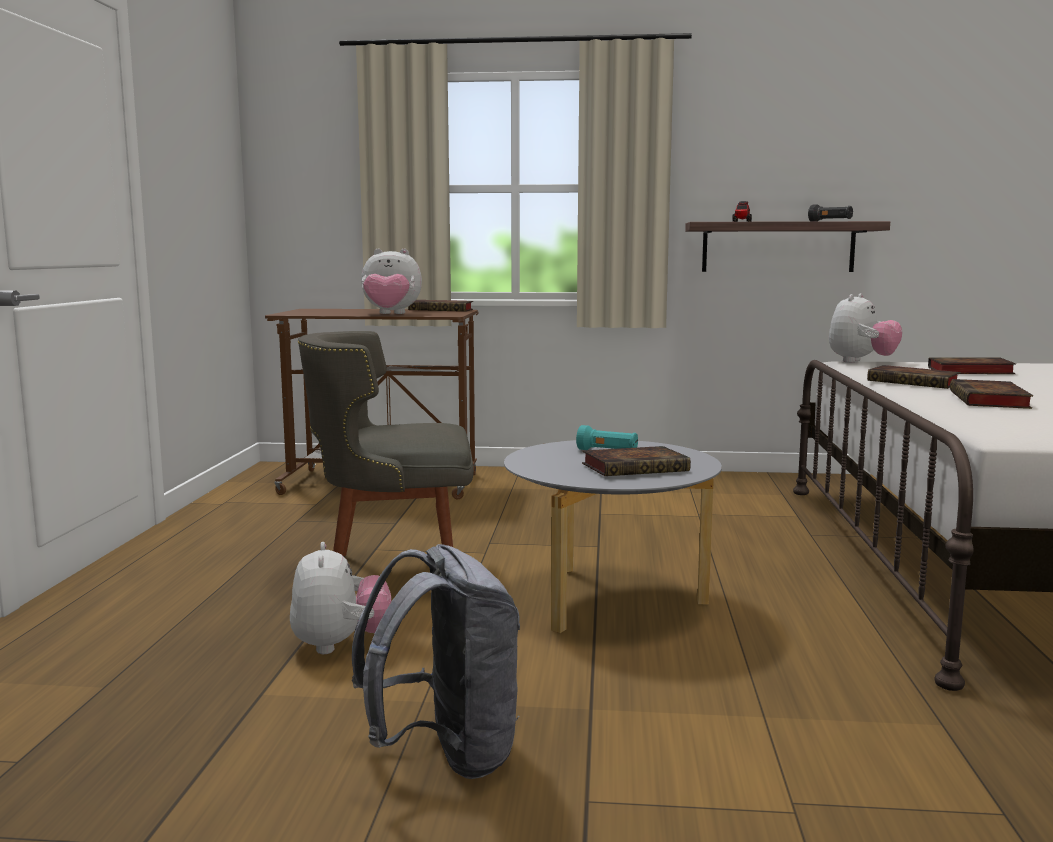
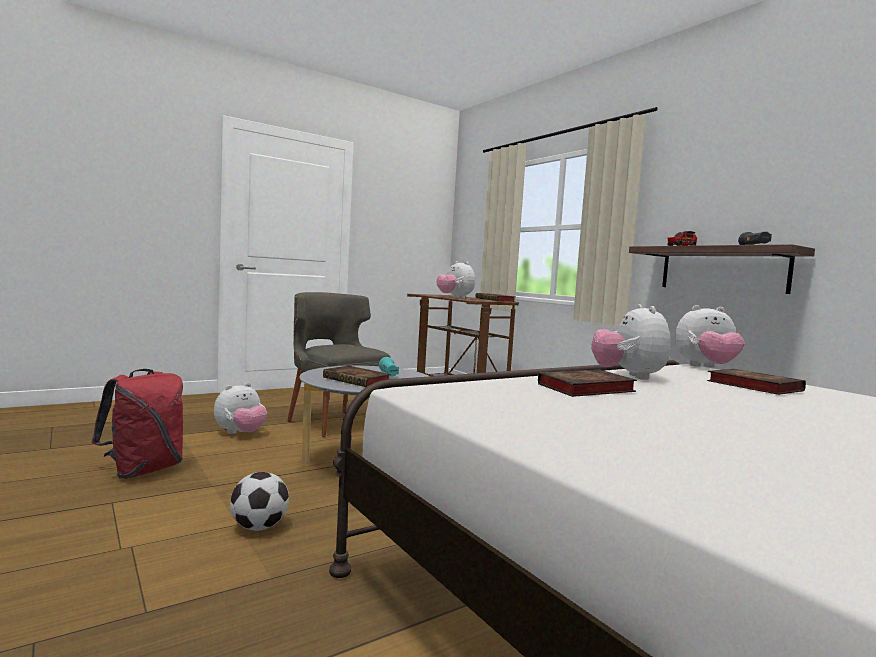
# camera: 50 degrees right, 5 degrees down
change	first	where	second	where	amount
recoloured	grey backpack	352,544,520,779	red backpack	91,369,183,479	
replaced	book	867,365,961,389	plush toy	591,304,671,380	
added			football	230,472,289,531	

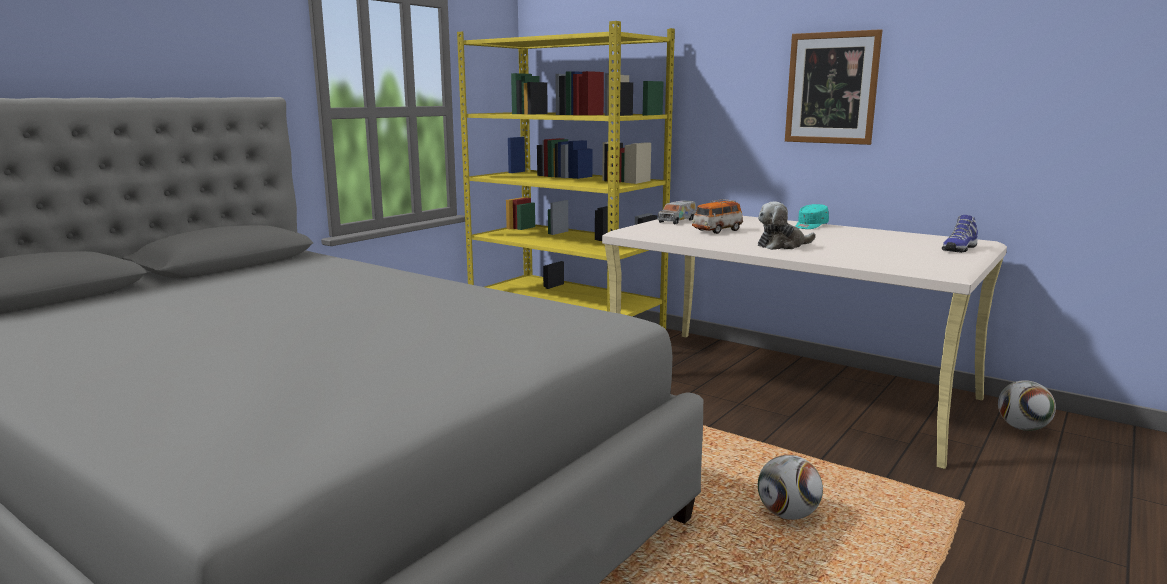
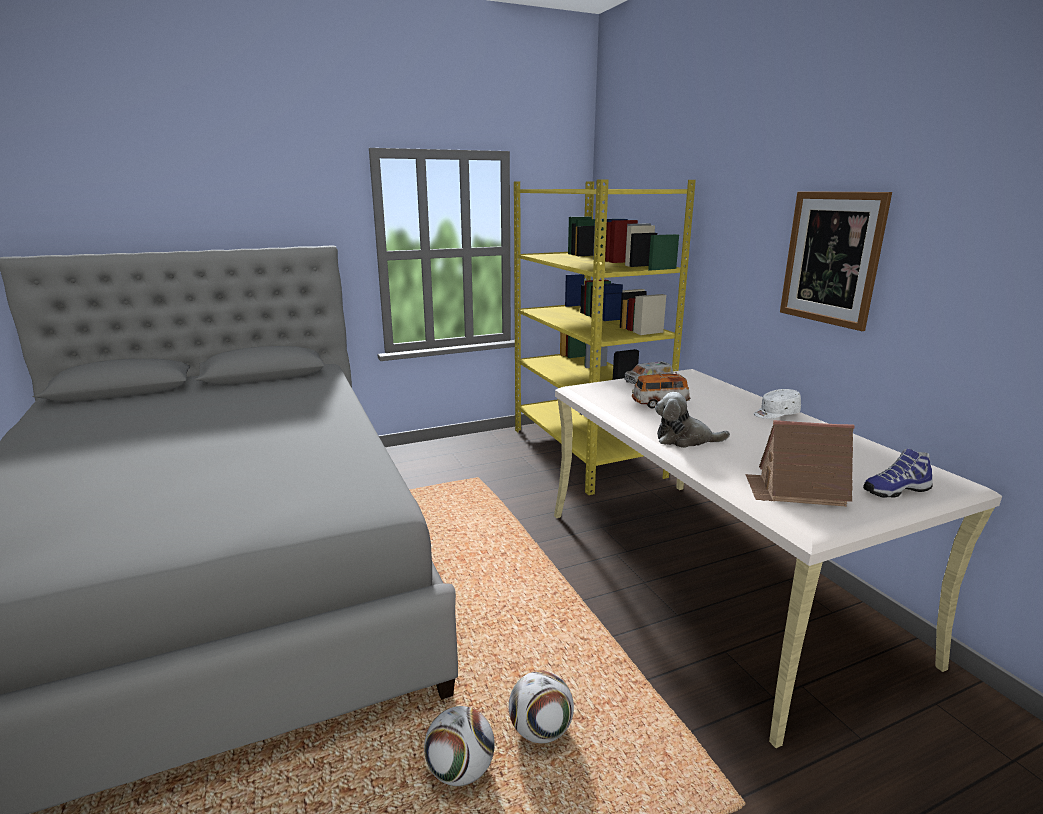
# camera: 30 degrees right, 5 degrees up
change	first	where	second	where	amount
recoloured	turquoise cap	796,204,829,229	white cap	754,389,801,419	
moved	football	998,380,1056,431		424,706,495,786	
added			toy house	745,420,855,507	

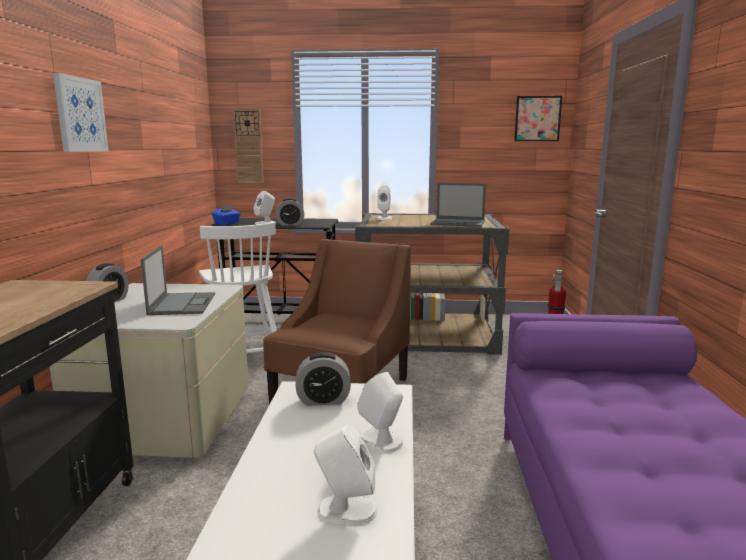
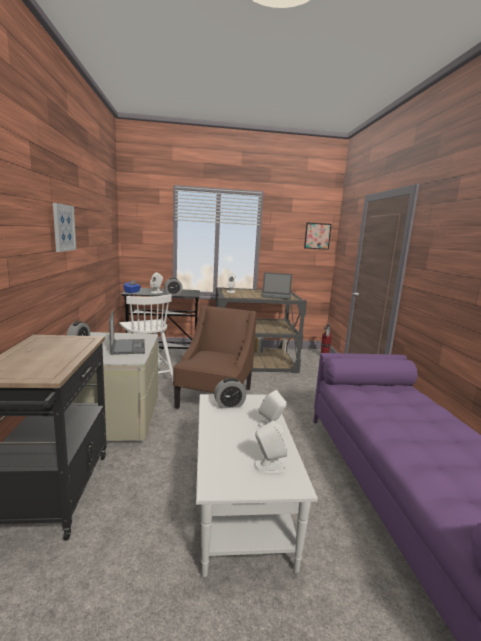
# camera: 10 degrees left, 0 degrees up
change	first	where	second	where	amount
removed	wall clock	233,109,264,183			

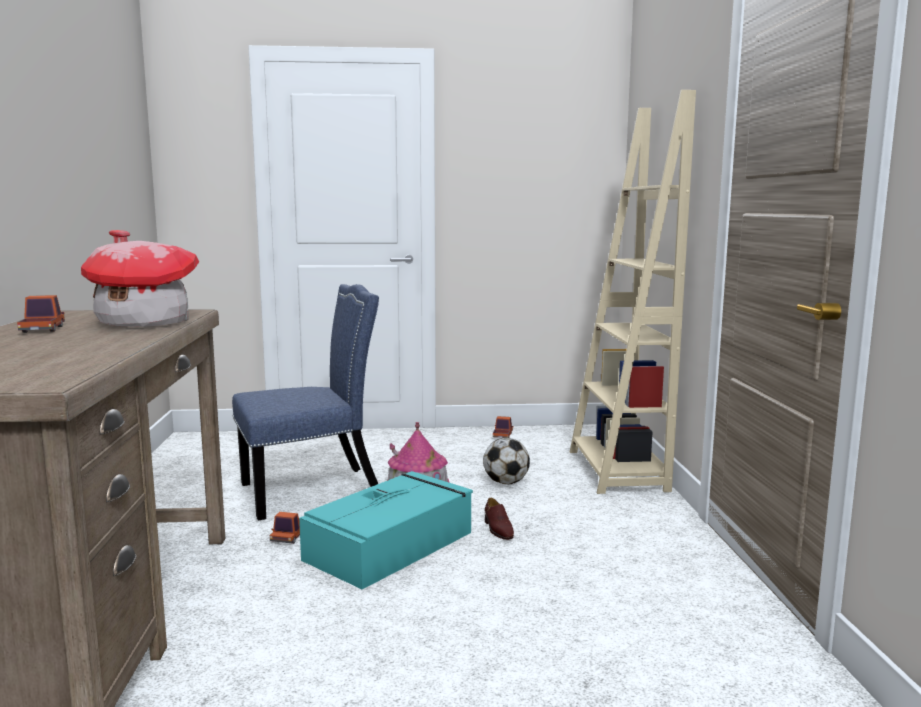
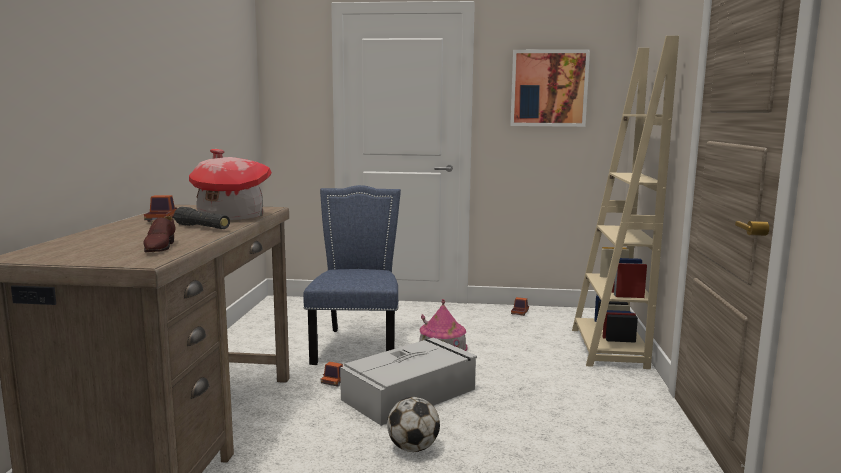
# camera: 10 degrees right, 0 degrees up
change	first	where	second	where	amount
turned	blue chair	232,284,379,520		303,185,401,365	75 degrees counterclockwise
recoloured	turquoise storage box	299,471,473,589	grey storage box	340,337,477,426	
moved	football	483,438,530,484		387,397,440,452	
moved	brown shoe	485,498,514,540		143,216,175,252	
added			black flashlight	174,207,230,229	
added			picture	510,50,590,127	

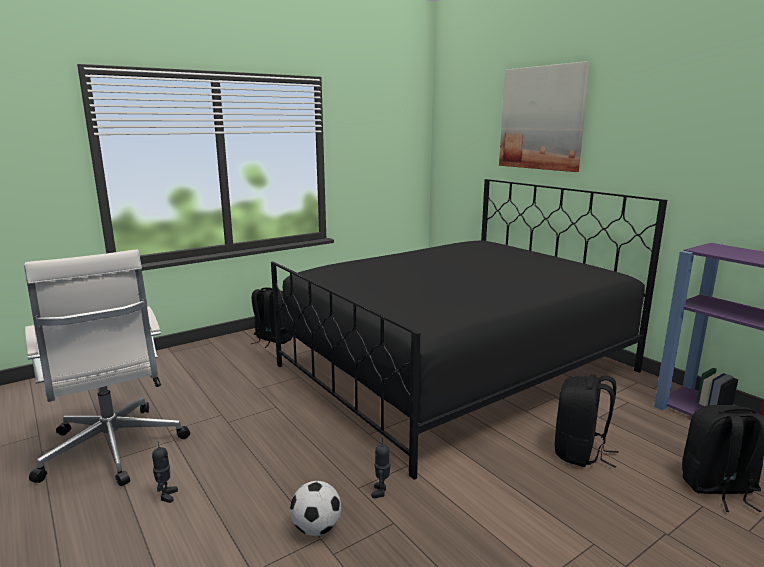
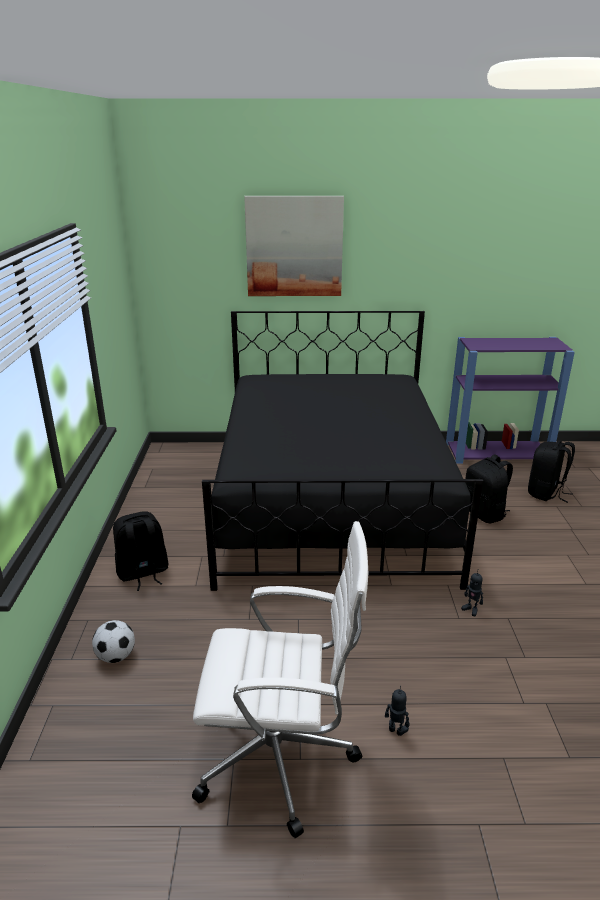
# camera: 55 degrees left, 10 degrees up
change	first	where	second	where	amount
moved	football	290,481,341,536		92,620,135,663	

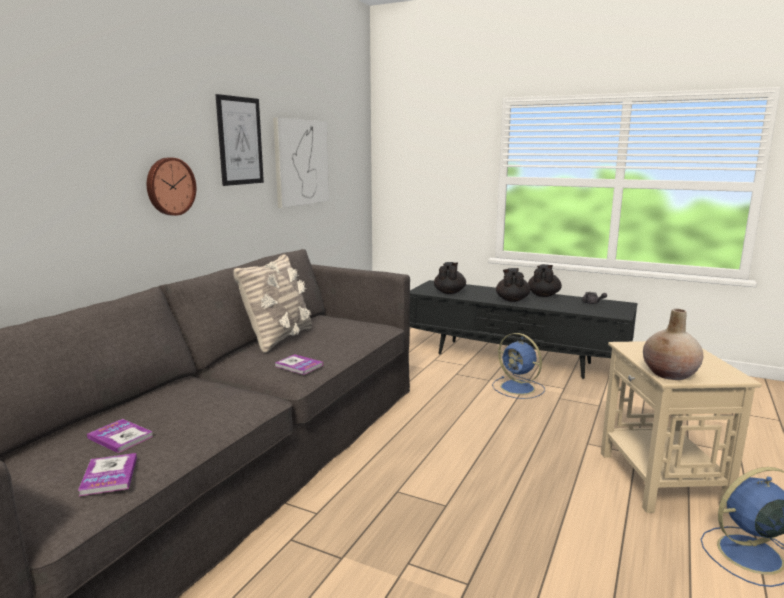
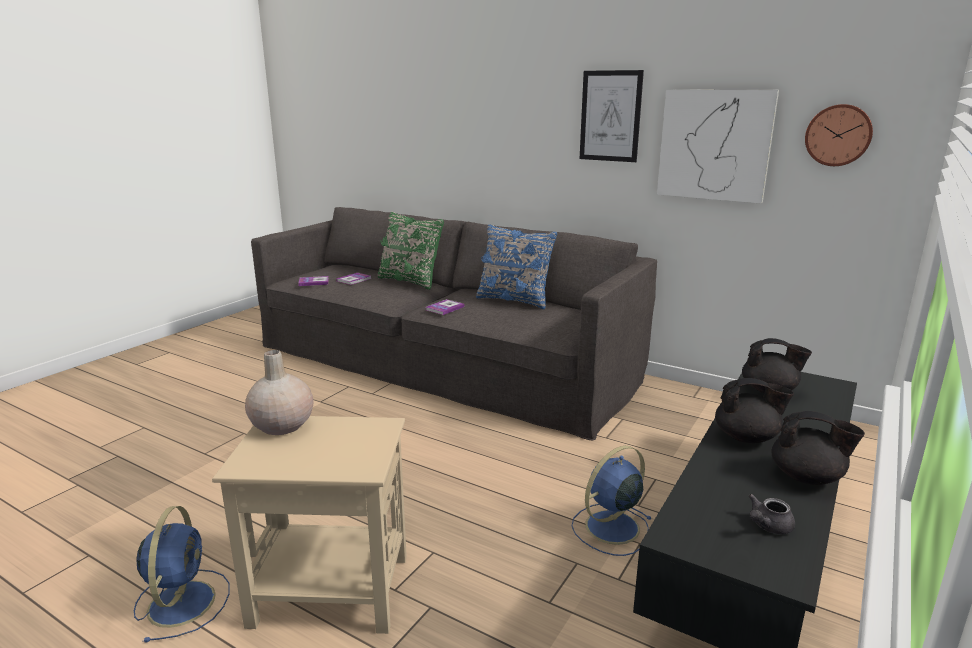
# camera: 95 degrees right, 5 degrees up
change	first	where	second	where	amount
moved	wall clock	147,158,196,216		805,104,873,166	
recoloured	beige pillow	233,254,312,353	blue pillow	476,224,557,309	
added			green pillow	378,212,444,290	

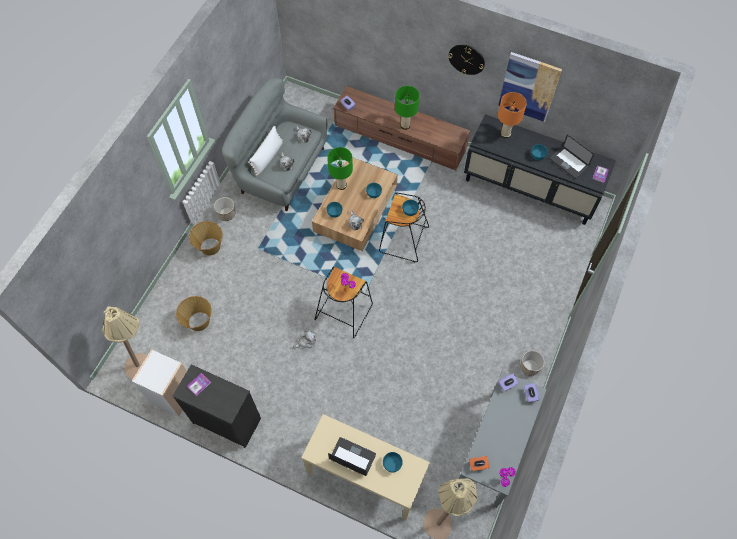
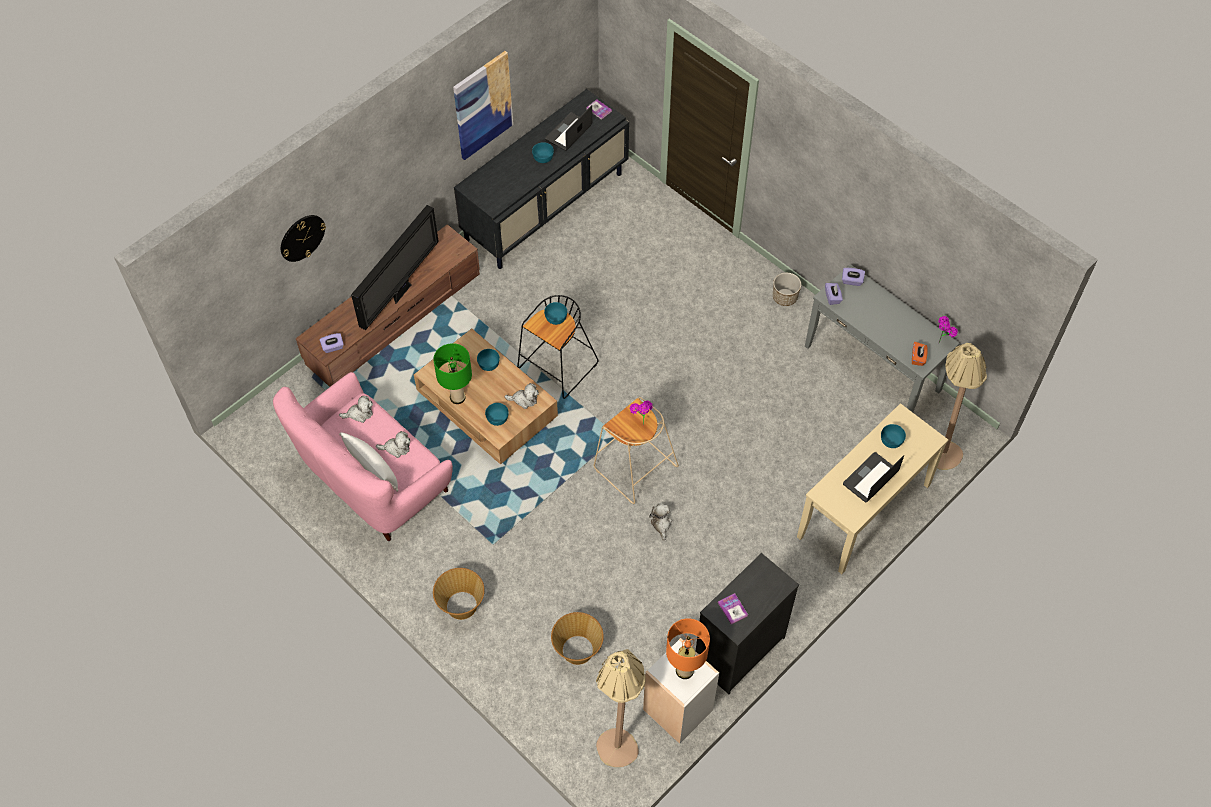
# camera: 70 degrees left, 5 degrees down
change	first	where	second	where	amount
removed	planter	214,197,235,221			
recoloured	grey sofa	222,78,327,211	pink sofa	273,372,453,541	
recoloured	black stool	314,267,373,338	beige stool	594,397,679,504	
replaced	green table lamp	395,86,420,130	television	351,205,439,330	
moved	wall clock	448,45,485,75		281,215,326,262	
moved	orange table lamp	498,92,527,138		666,618,710,679	
turned	laptop	550,135,594,179		545,105,592,151	150 degrees clockwise

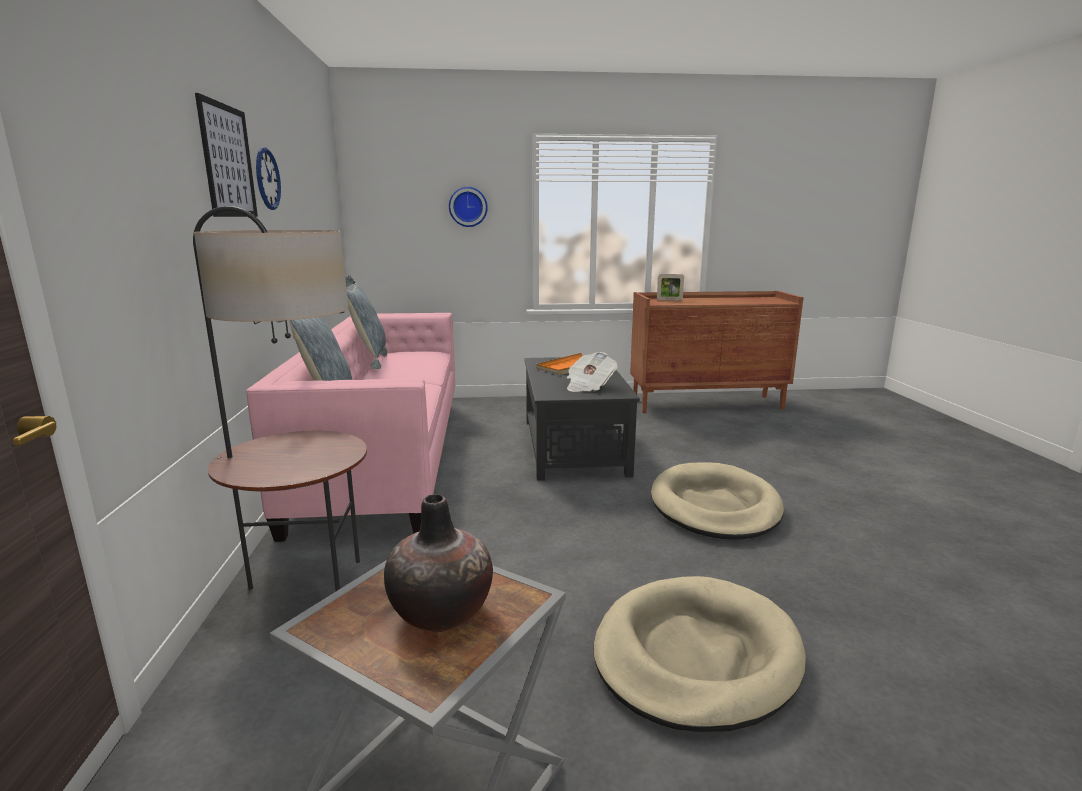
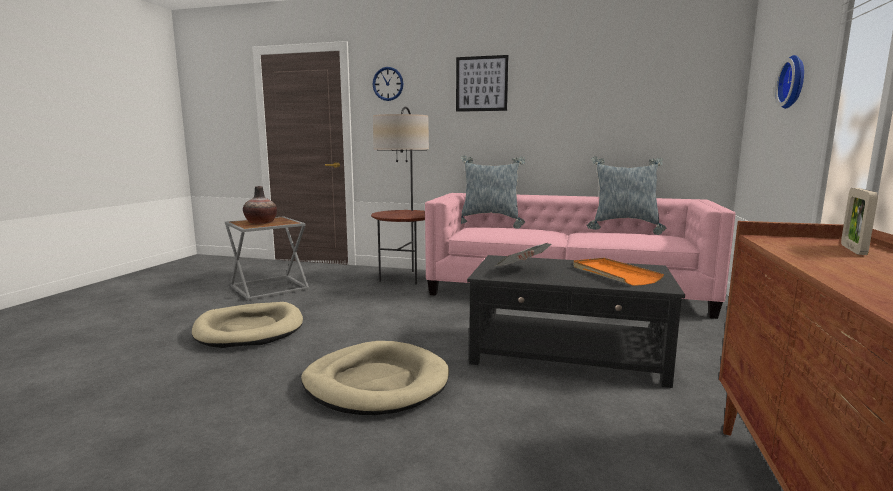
# camera: 110 degrees right, 5 degrees down
change	first	where	second	where	amount
moved	wall clock	256,147,281,210		373,67,404,101	

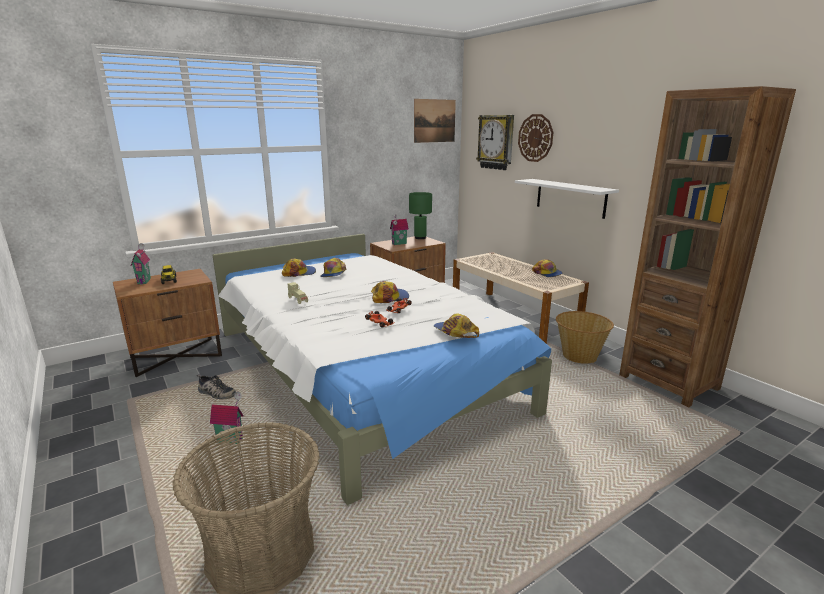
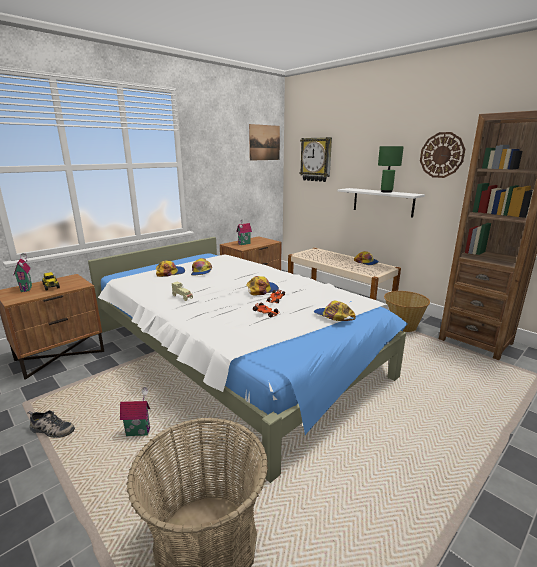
# camera: 10 degrees left, 0 degrees up
change	first	where	second	where	amount
moved	shoe	197,374,236,399		27,410,75,438	
moved	green table lamp	409,192,432,239		378,146,404,193	
moved	wall clock	518,114,553,162		420,132,465,178	

